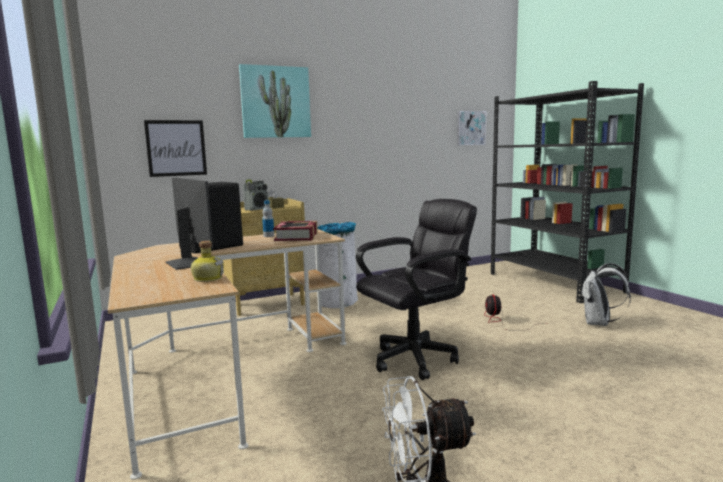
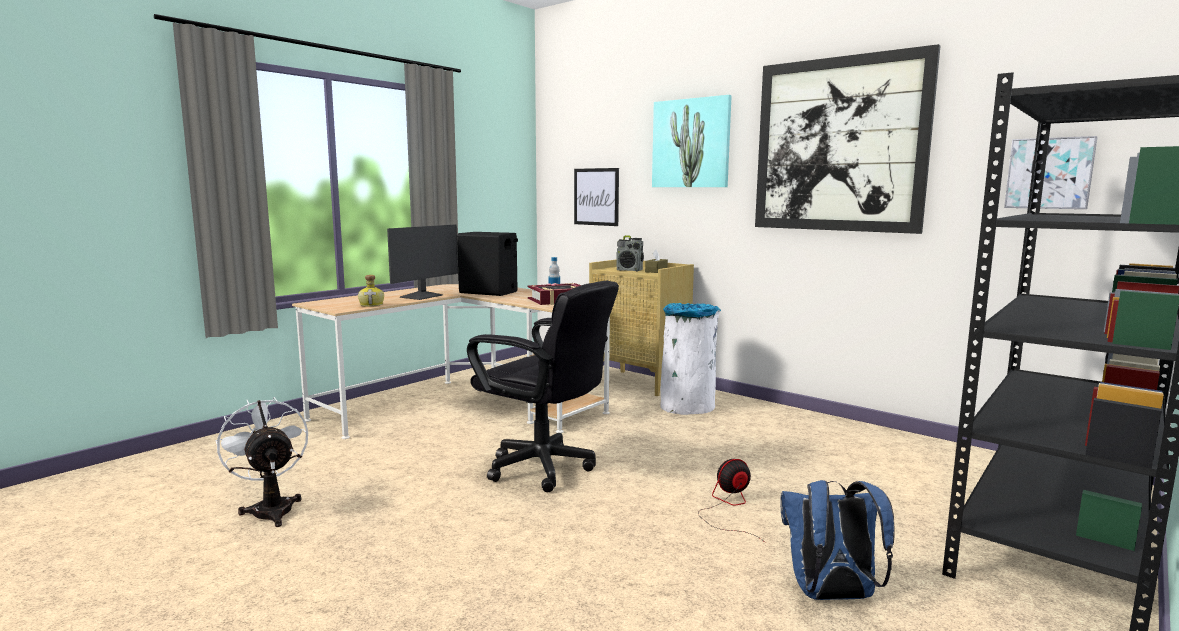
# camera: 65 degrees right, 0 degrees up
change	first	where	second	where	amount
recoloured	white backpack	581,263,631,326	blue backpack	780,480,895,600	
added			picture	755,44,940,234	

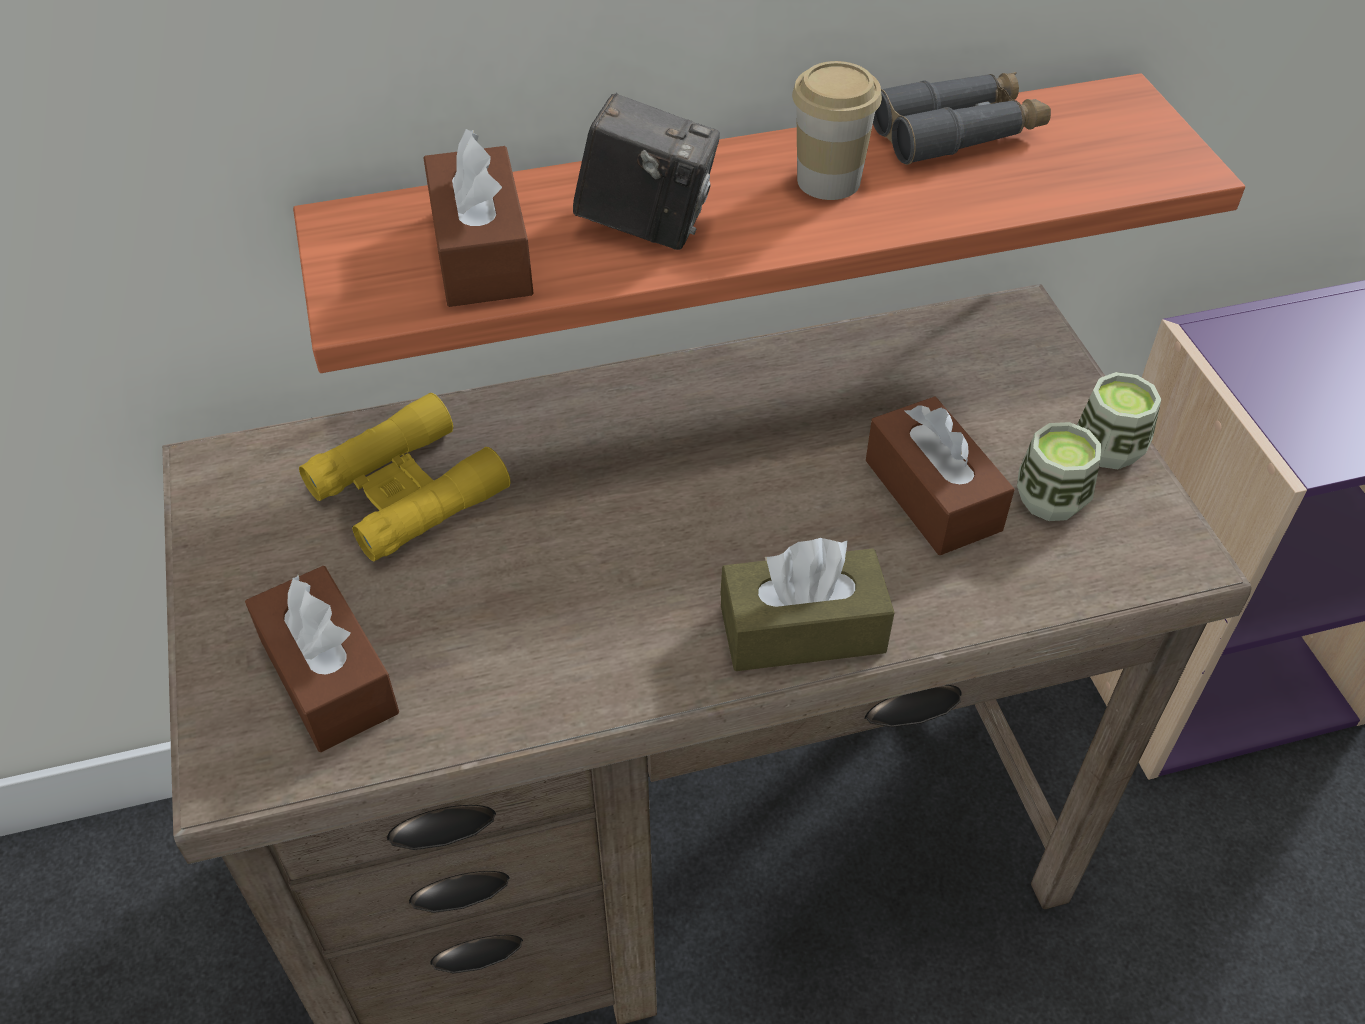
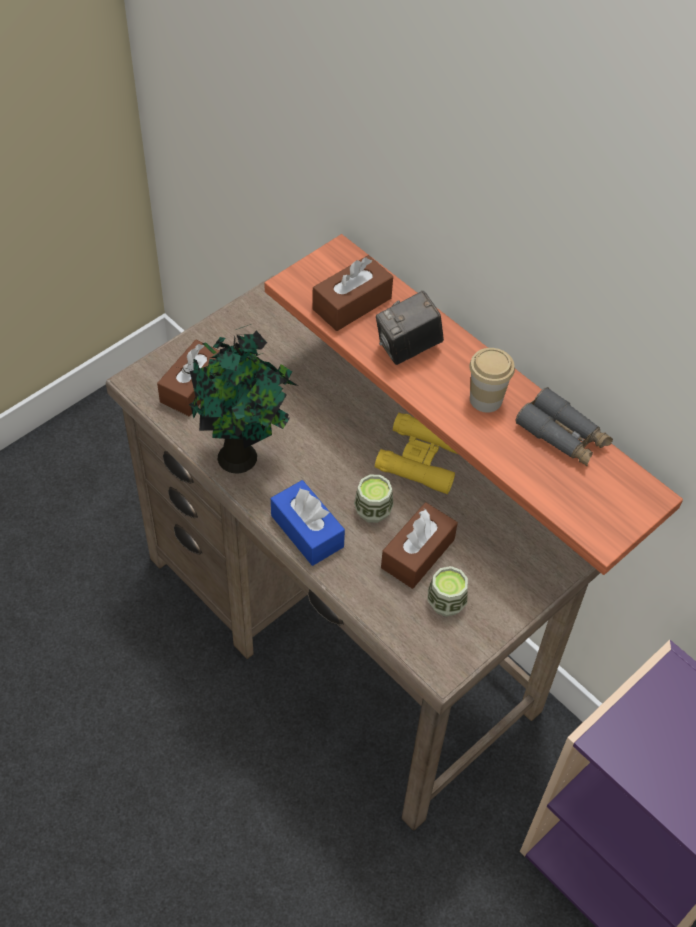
# camera: 60 degrees right, 5 degrees up
change	first	where	second	where	amount
moved	yellow binoculars	299,393,511,561		375,413,458,494	
turned	photo camera	573,93,720,250		376,291,444,365	75 degrees clockwise
recoloured	brown tissue box	720,538,895,671	blue tissue box	271,480,345,566	
moved	cup	1077,372,1161,469		354,474,394,523	
added			potted plant	175,324,298,473	

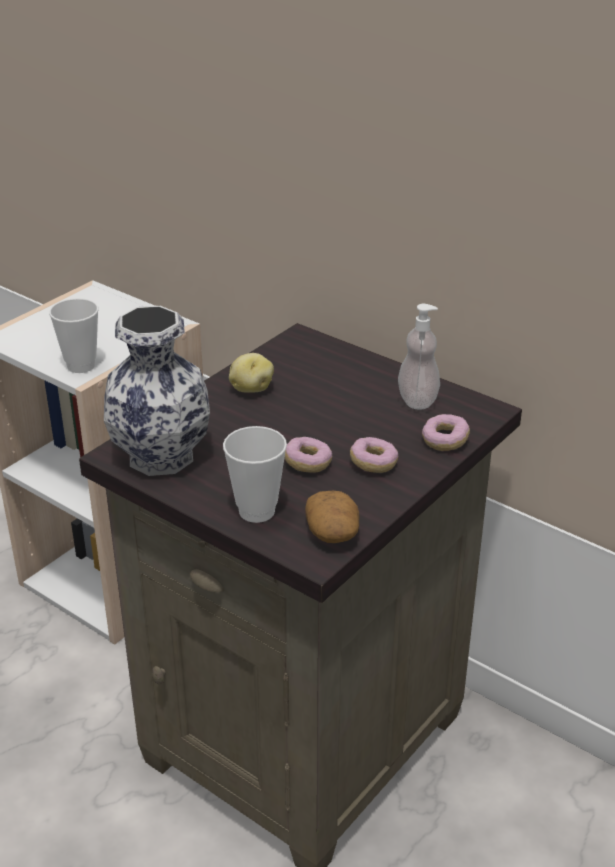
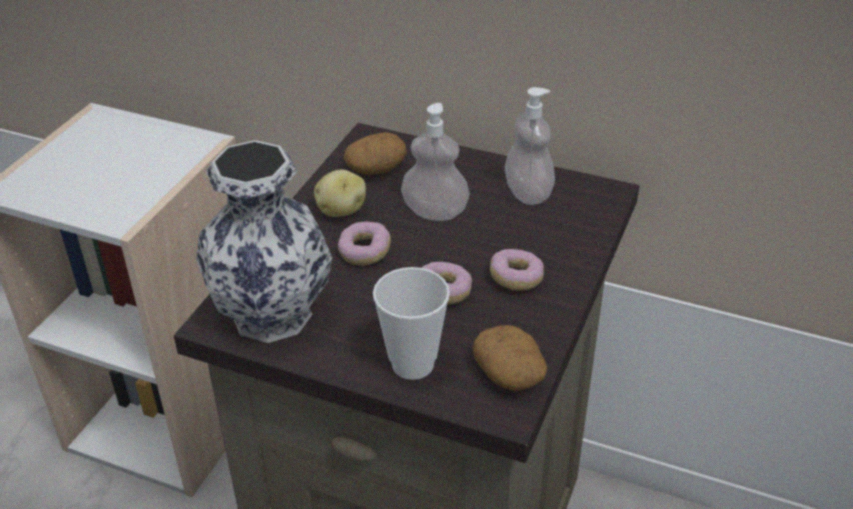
# camera: 15 degrees left, 5 degrees up
change	first	where	second	where	amount
removed	cup	49,298,99,373			
moved	donut	422,414,470,451		338,221,391,266	
added			potato	343,132,407,174	
added			soap dispenser	401,103,470,221	

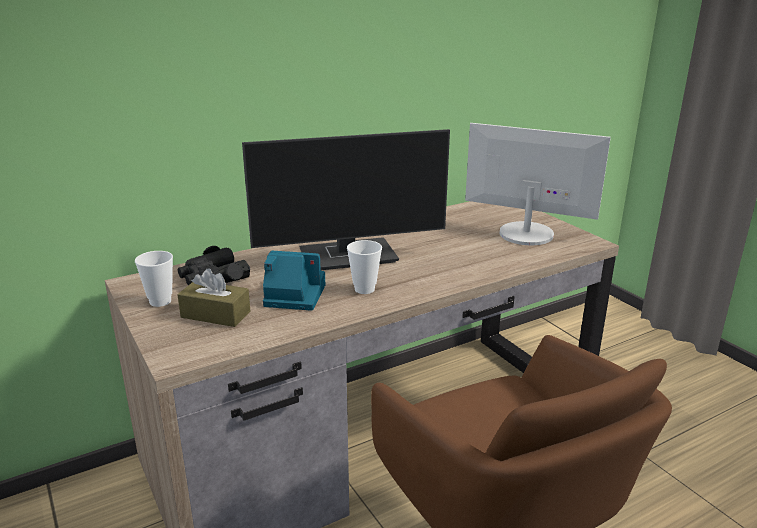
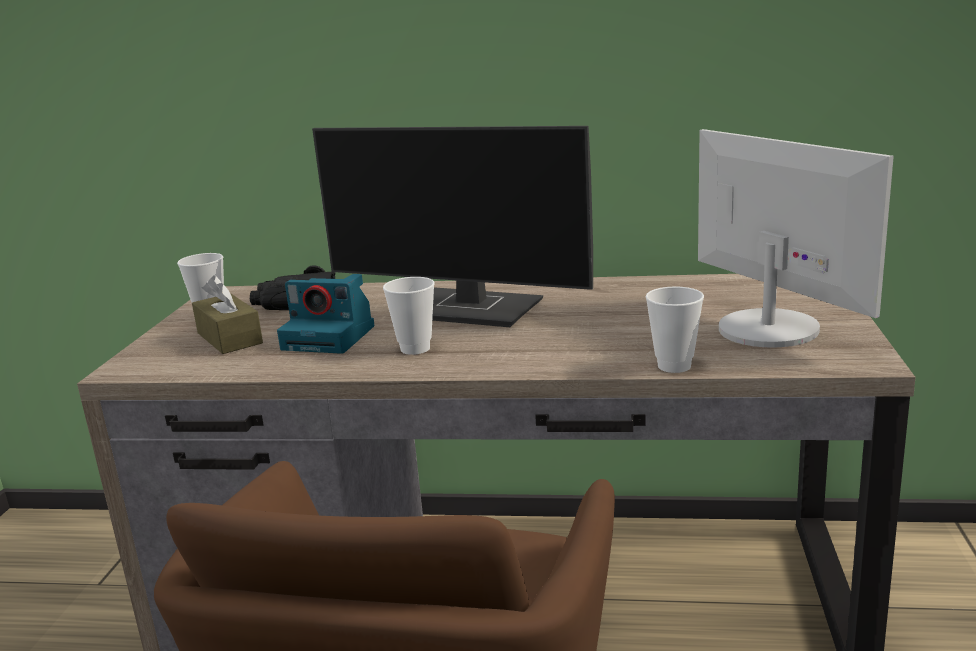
# camera: 40 degrees right, 5 degrees down
change	first	where	second	where	amount
turned	photo camera	263,251,325,311		277,274,375,354	150 degrees clockwise
added			cup	646,286,704,373	

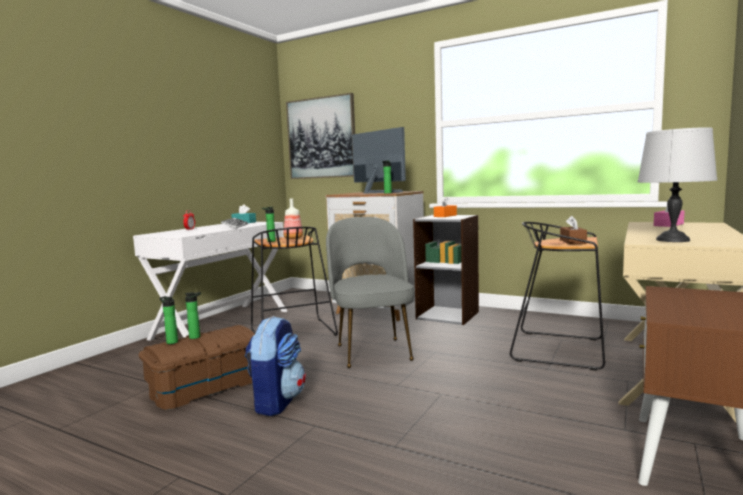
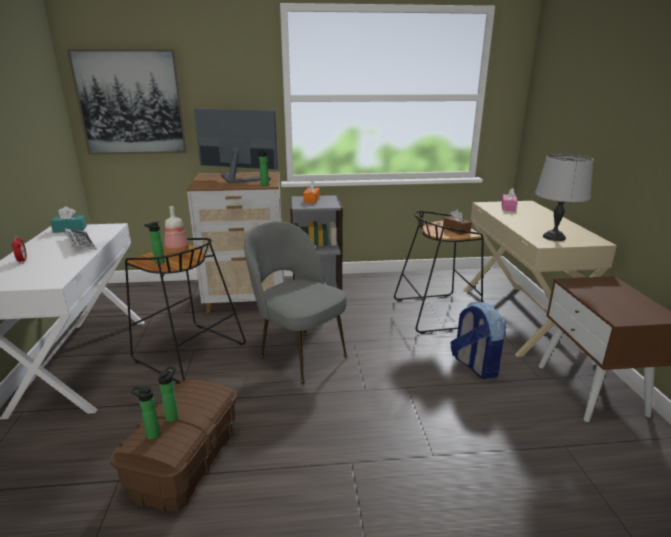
# camera: 35 degrees left, 15 degrees up
change	first	where	second	where	amount
moved	backpack	245,316,306,416		451,302,506,379	

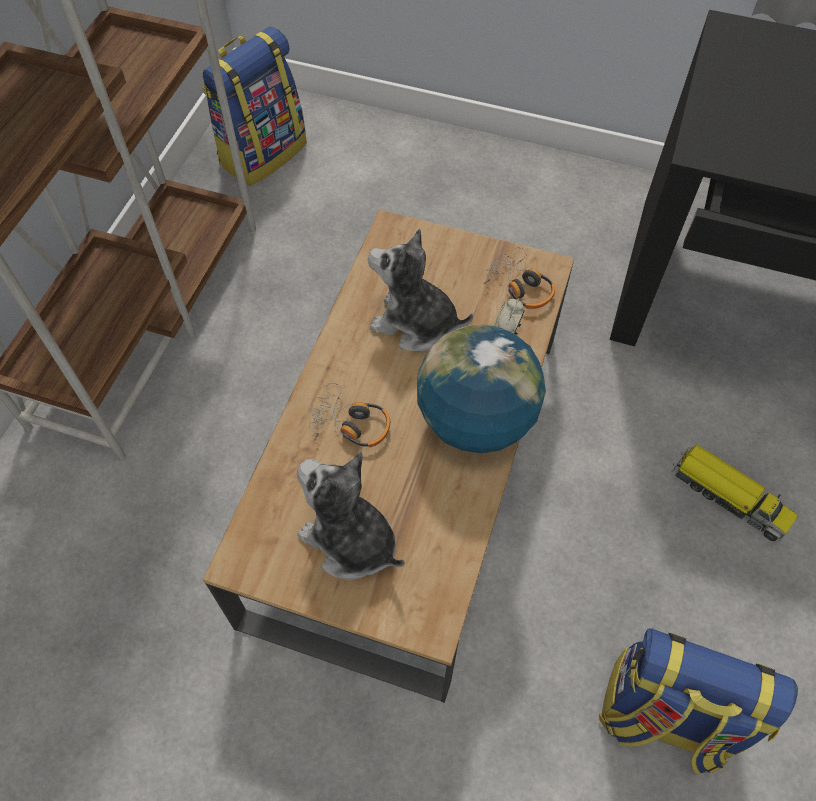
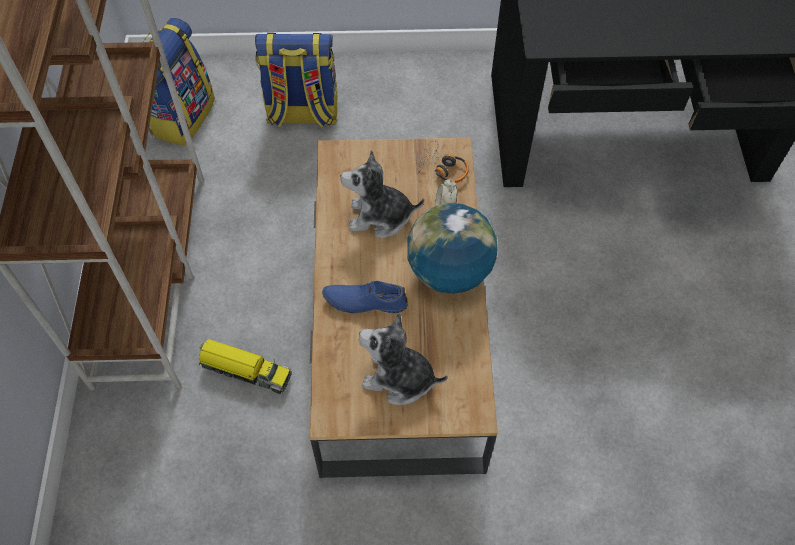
# camera: 20 degrees left, 0 degrees up
change	first	where	second	where	amount
replaced	headphones	309,383,390,447	blue shoe	322,281,408,313	
moved	backpack	599,628,798,775		255,33,338,128	
moved	toy truck	672,445,798,541		199,339,292,394	

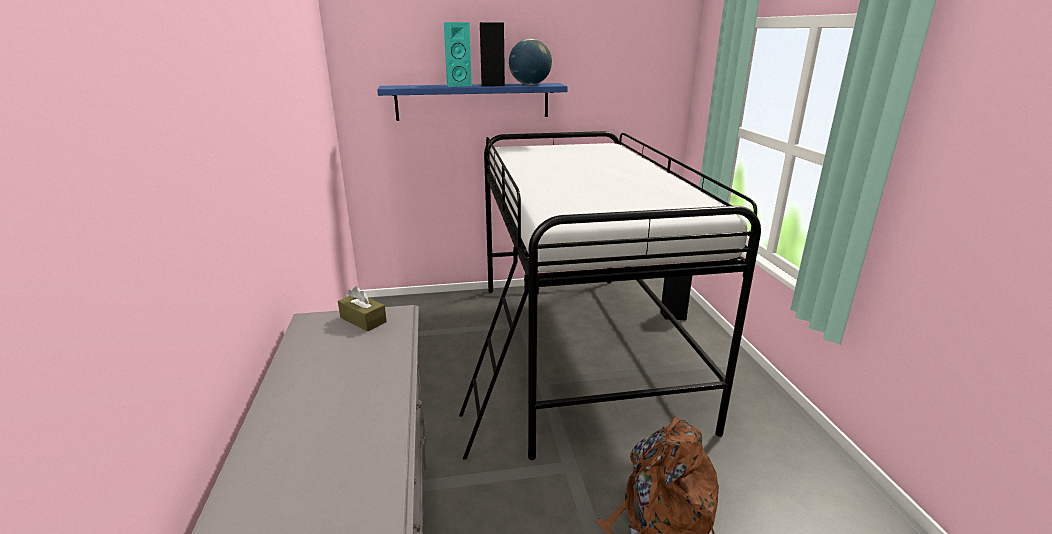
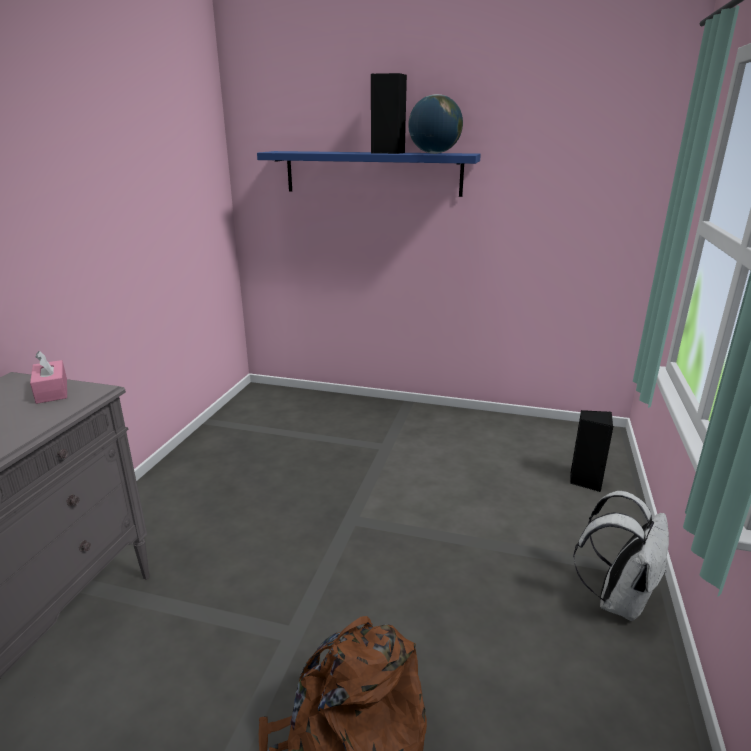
# camera: 25 degrees right, 0 degrees up
change	first	where	second	where	amount
recoloured	brown tissue box	338,286,387,332	pink tissue box	30,351,67,404	
removed	turquoise speaker	444,22,472,87			
removed	black bed	459,131,761,460			
added			white backpack	573,491,669,621	

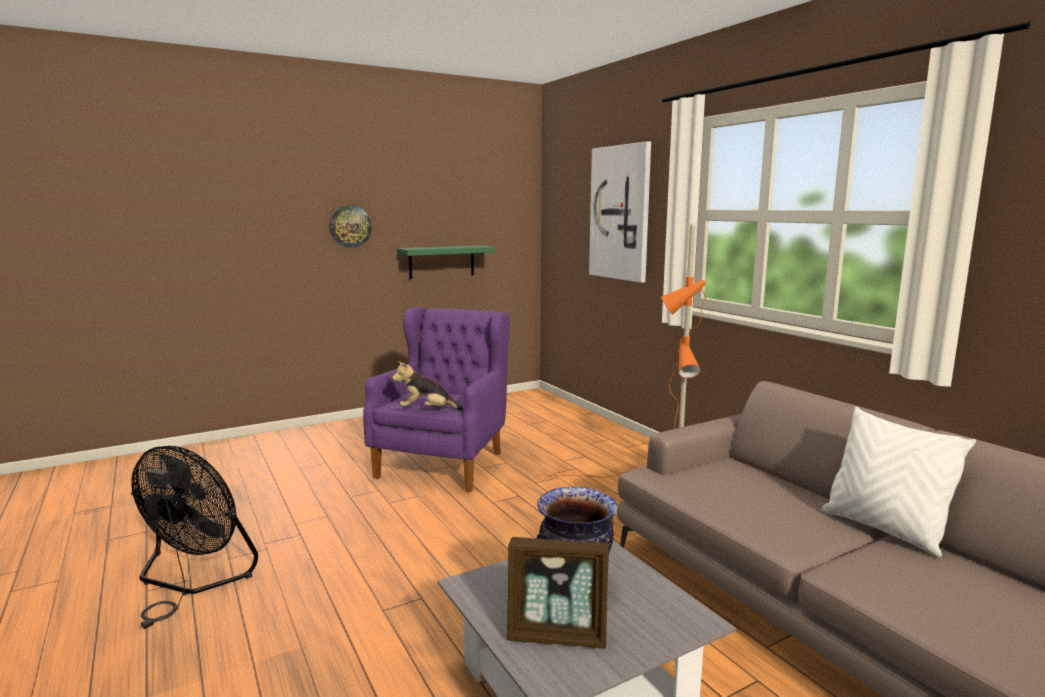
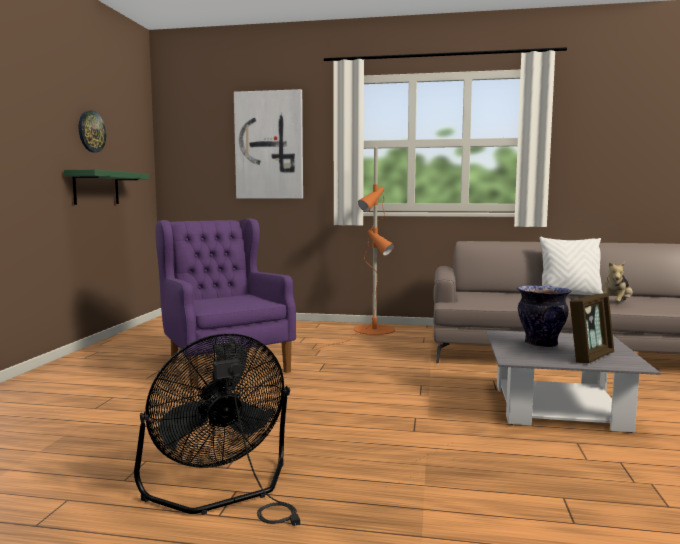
# camera: 50 degrees left, 5 degrees down
change	first	where	second	where	amount
moved	wall clock	330,205,372,248		79,110,106,153	
moved	plush toy	392,361,464,411		603,261,633,302	

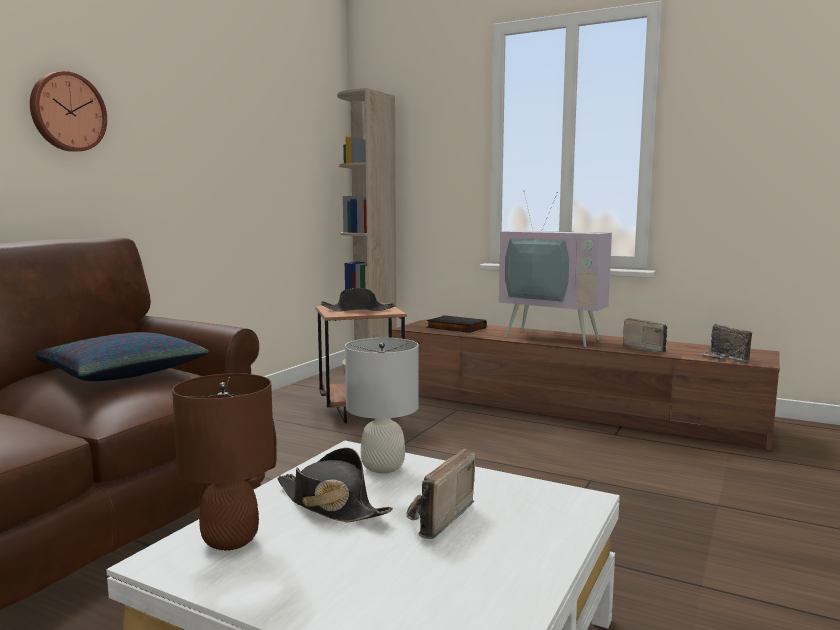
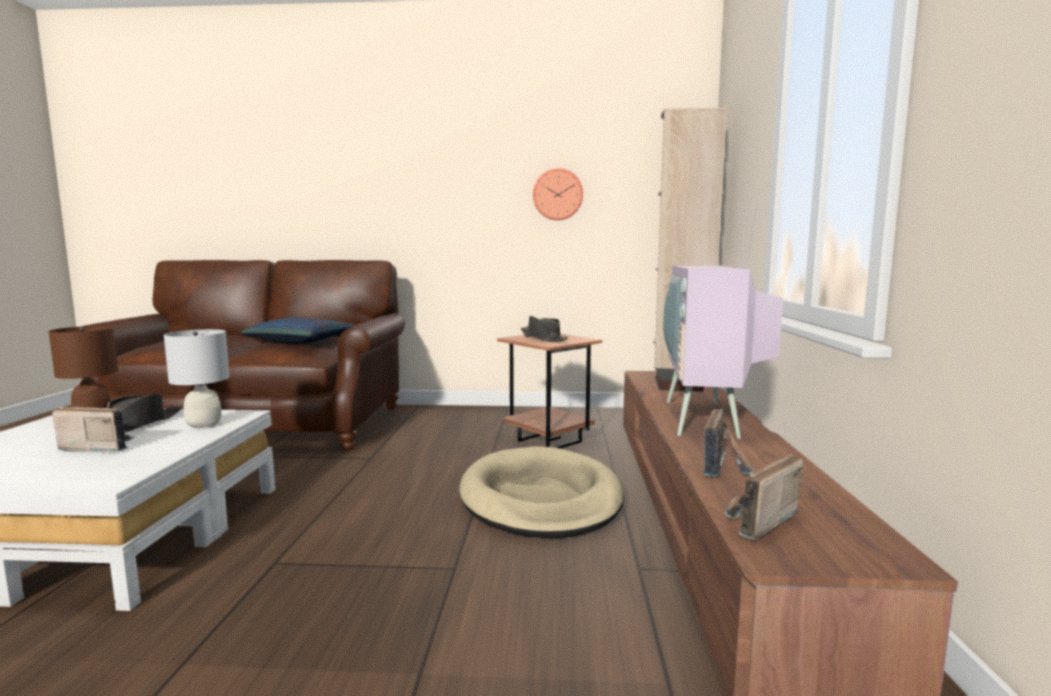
# camera: 65 degrees right, 0 degrees up
change	first	where	second	where	amount
moved	wall clock	30,71,107,152		533,168,583,220	
added			beige dog bed	459,446,624,538	

